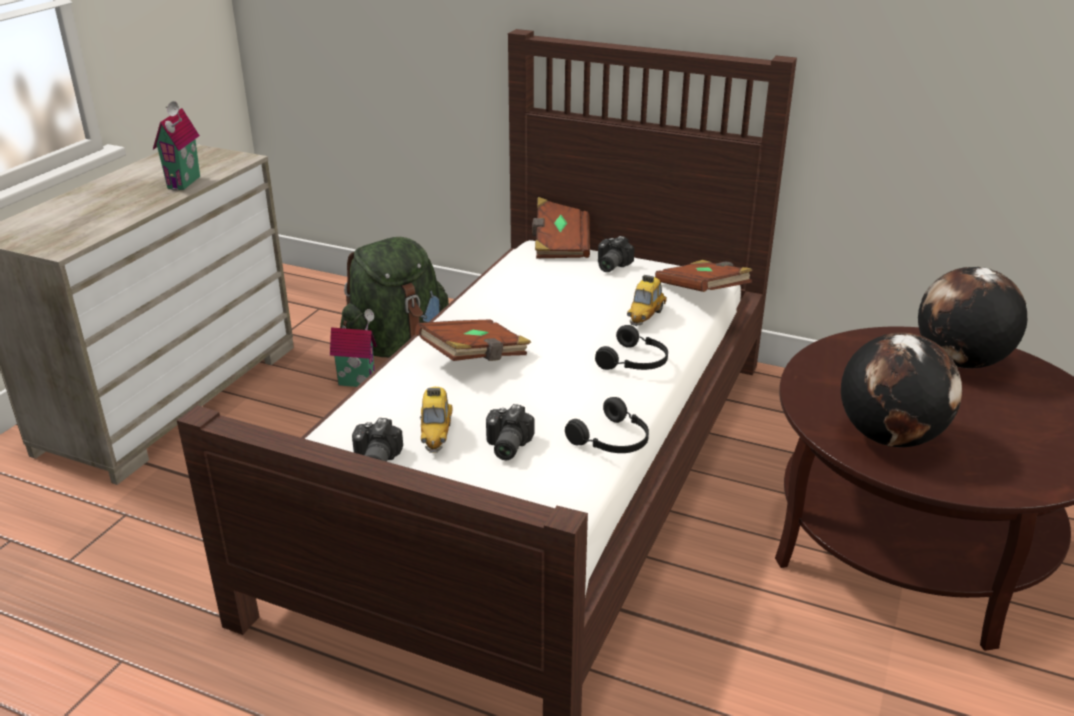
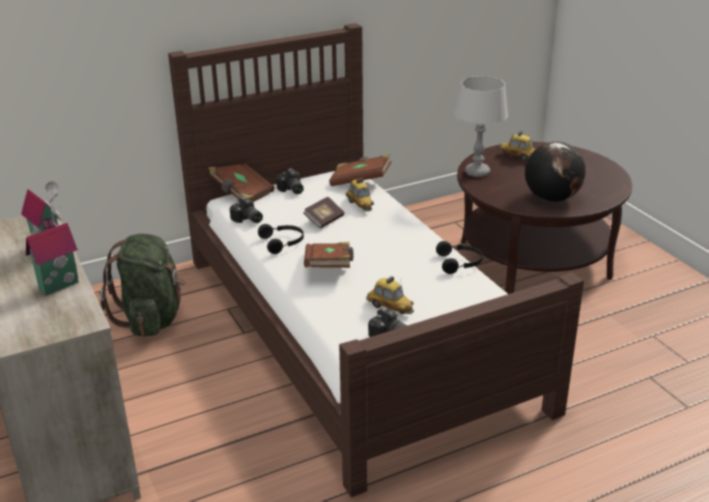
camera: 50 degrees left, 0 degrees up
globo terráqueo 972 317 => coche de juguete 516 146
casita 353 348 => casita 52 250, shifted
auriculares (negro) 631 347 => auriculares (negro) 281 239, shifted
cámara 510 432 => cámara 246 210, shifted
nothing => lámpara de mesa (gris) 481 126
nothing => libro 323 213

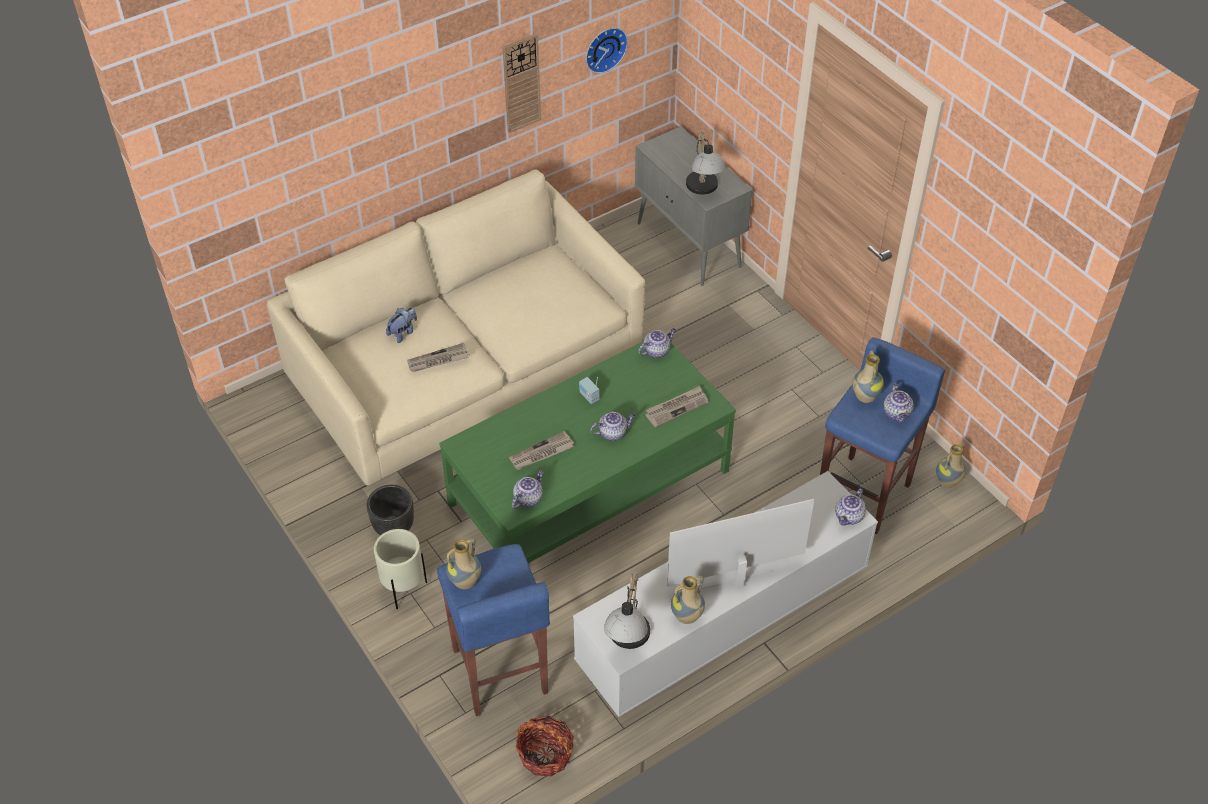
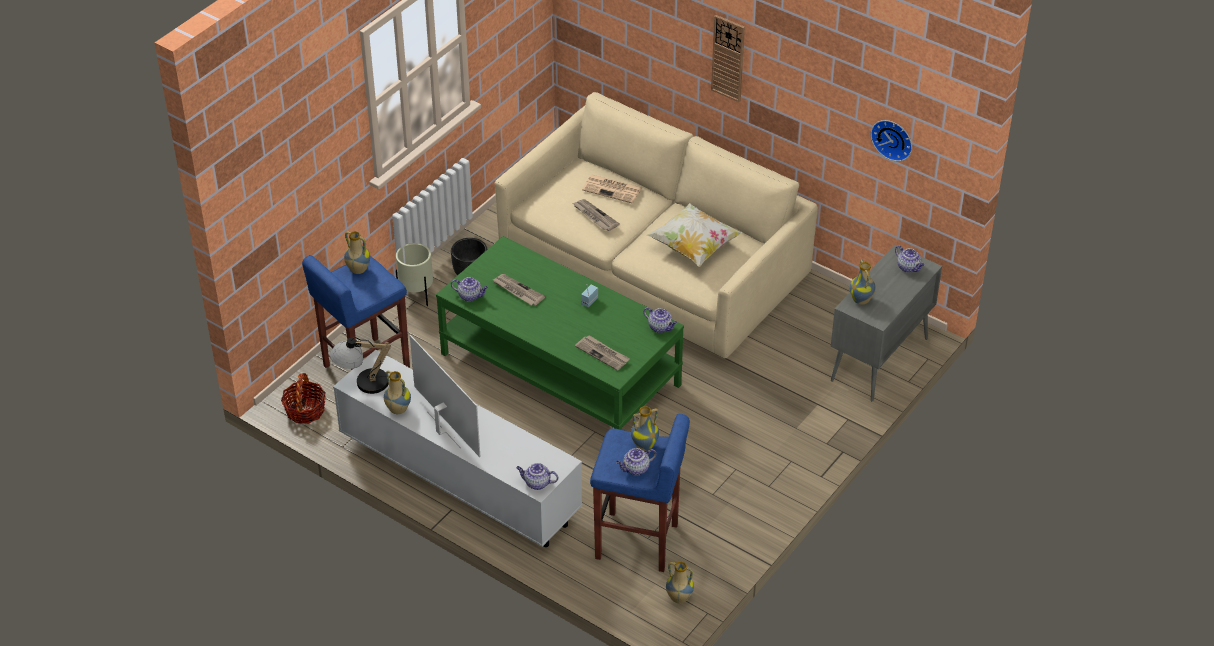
camera: 70 degrees right, 5 degrees down
reloj de pared 522 83 => reloj de pared 728 58, shifted
lámpara de mesa 706 163 => florero 863 282
peluche 401 325 => periódico 612 189
tetera 612 426 => tetera 910 259, shifted
nothing => cojín 695 235

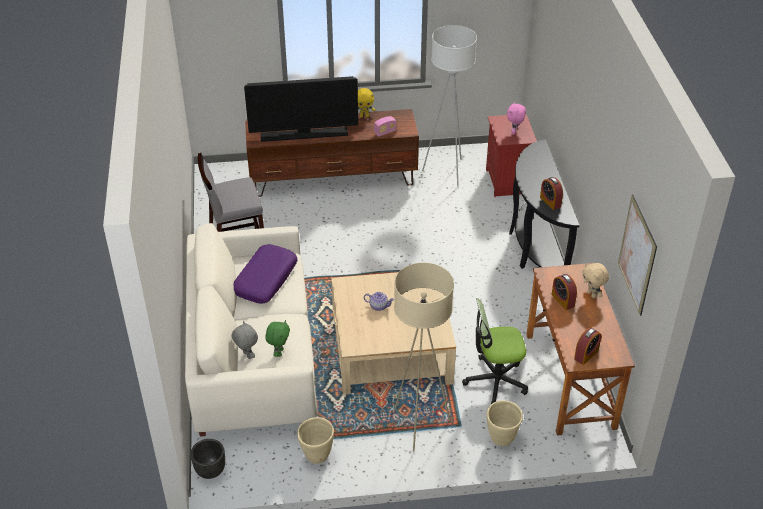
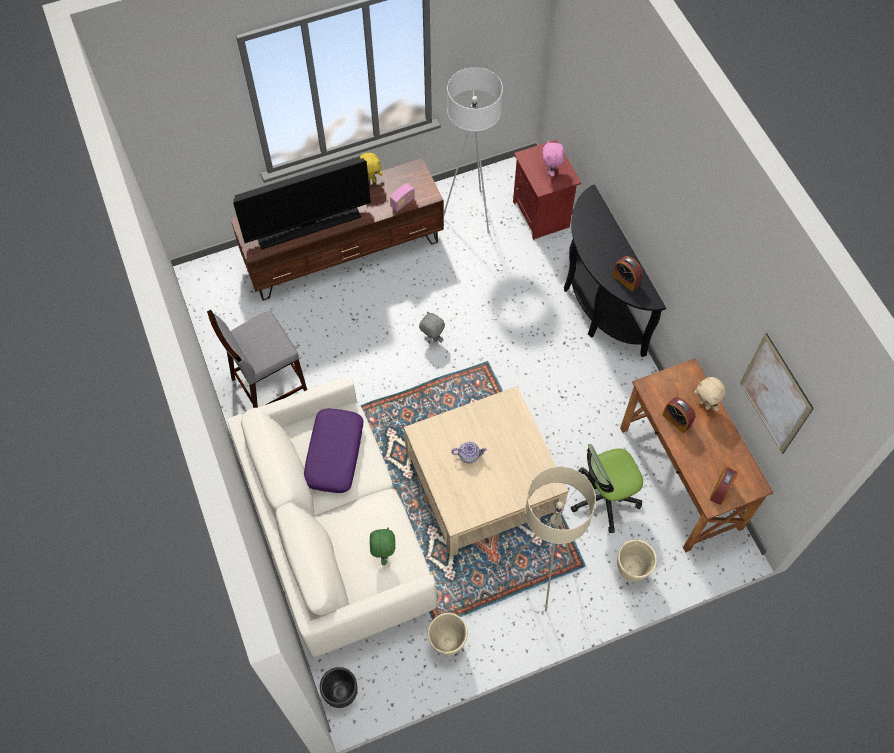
camera: 15 degrees left, 20 degrees up
peluche (gris) 244 340 => peluche (gris) 432 327, shifted

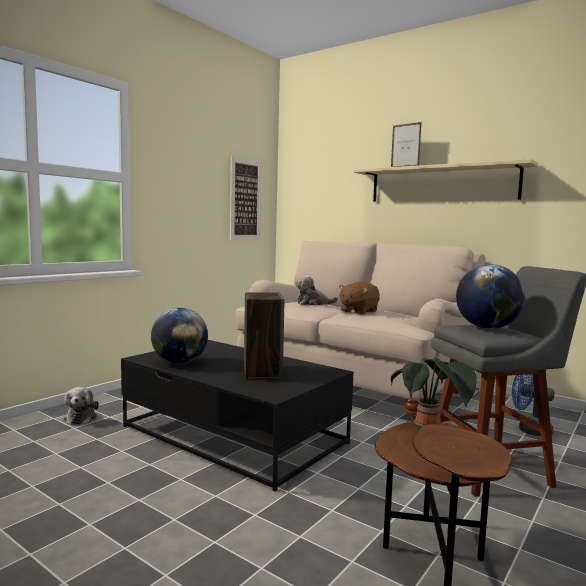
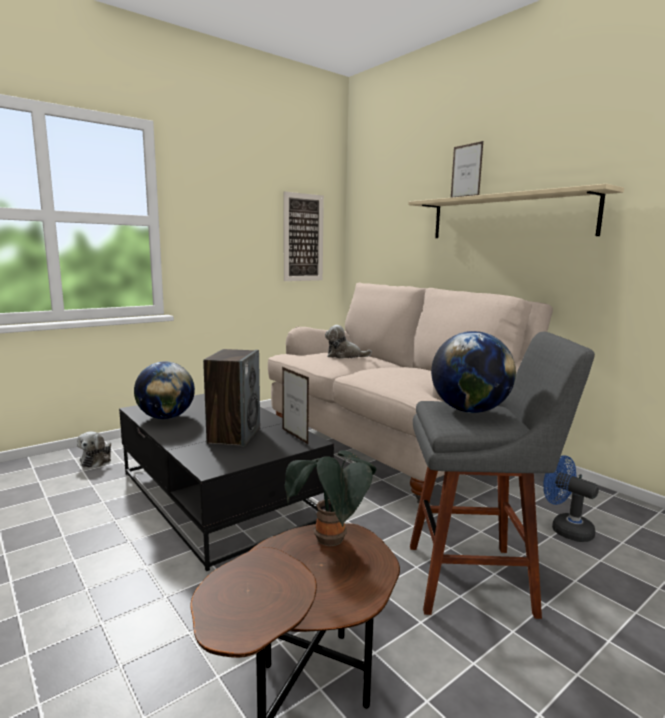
camera: 15 degrees right, 5 degrees up
peluche (marrón) 359 298 => nothing
nothing => portarretratos 295 405

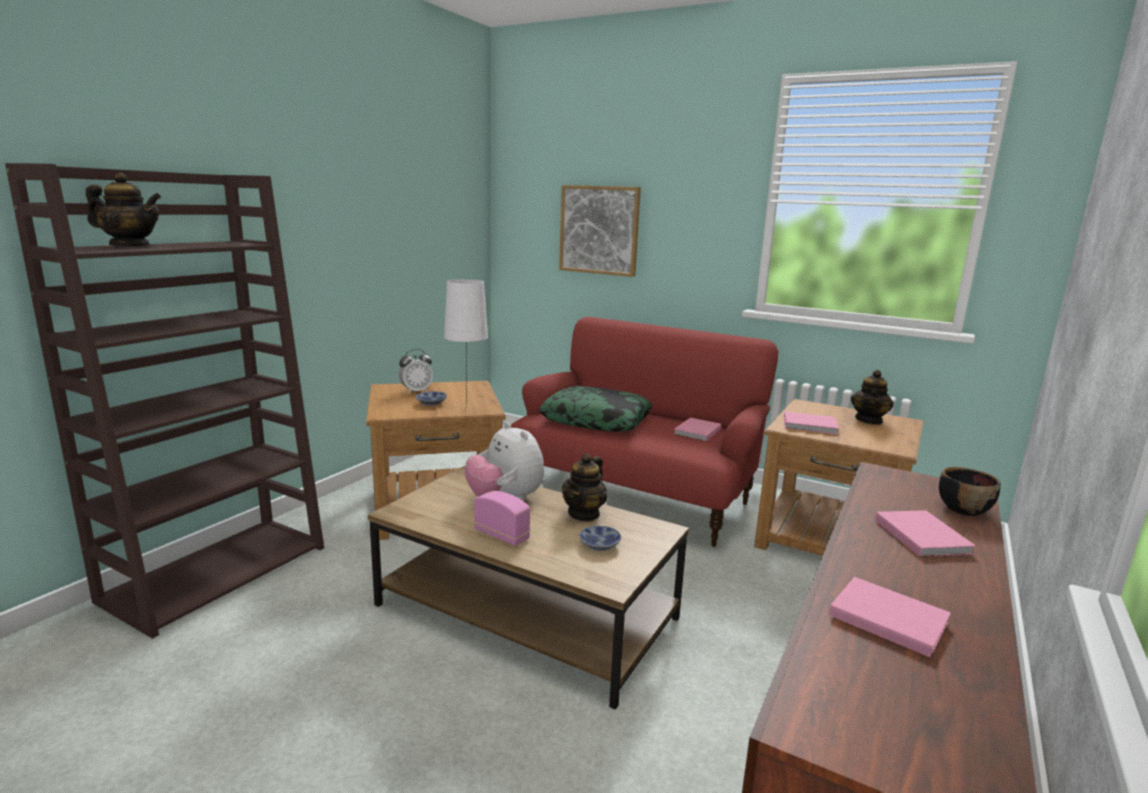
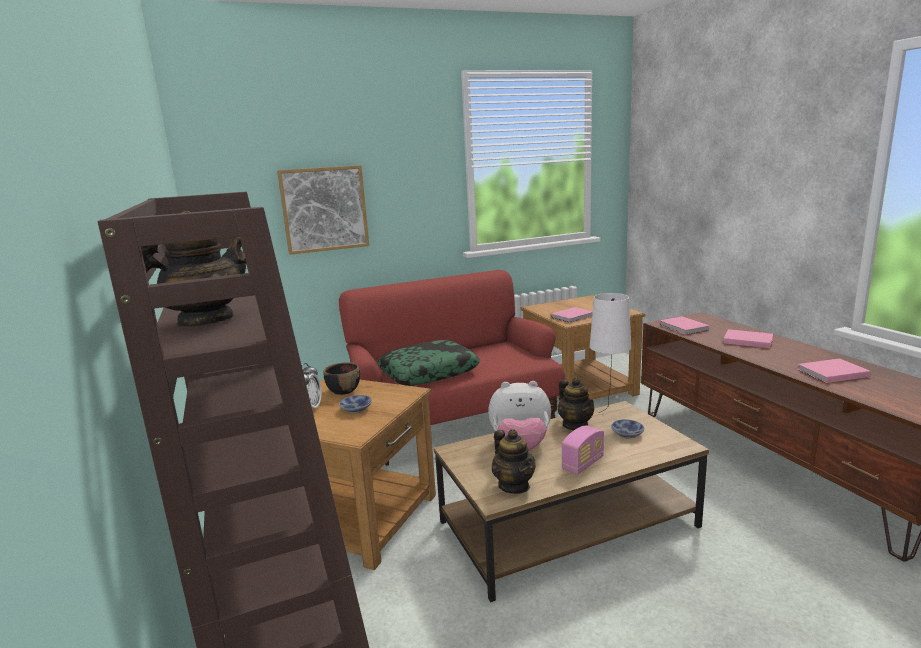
camera: 50 degrees left, 0 degrees up
lámpara de mesa (blanco) 466 344 => lámpara de mesa (blanco) 610 353, shifted
tetera 872 397 => tetera 513 461, shifted
libro (rosa) 697 429 => libro (rosa) 684 325, shifted
cuenco (negro) 970 491 => cuenco (negro) 341 378, shifted
radio 502 518 => radio 582 450, 150 degrees clockwise

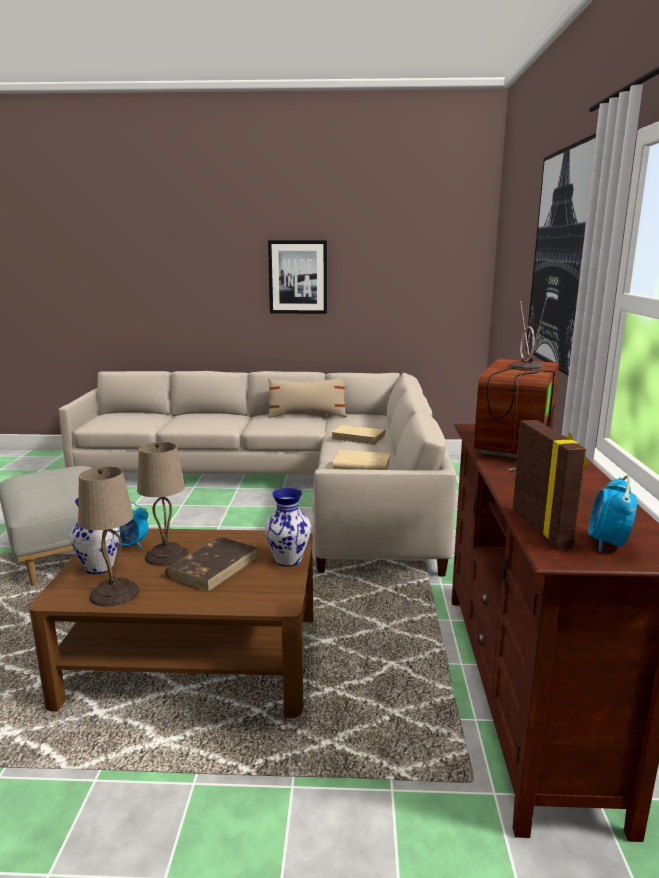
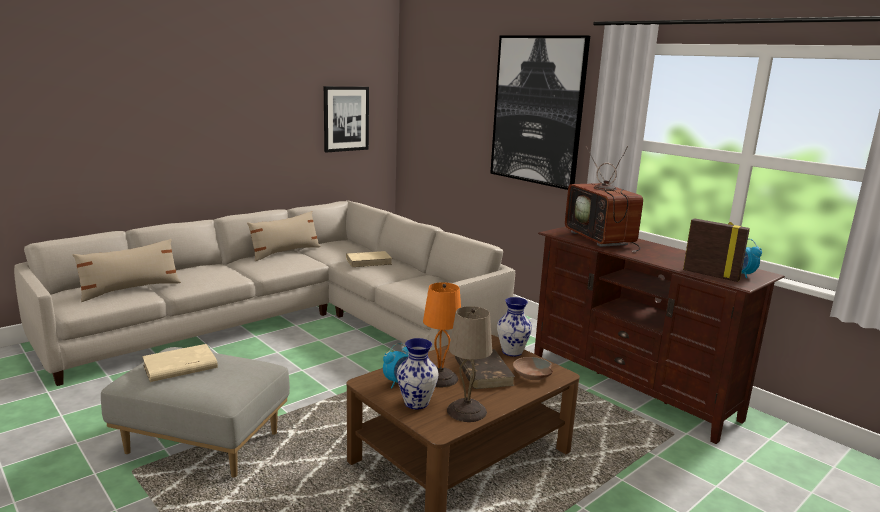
camera: 45 degrees left, 0 degrees up
cuadro 297 277 => cuadro 346 119, shifted
lámpara de mesa (beis) 163 504 => lámpara de mesa (naranja) 442 334
libro (beis) 361 460 => libro (beis) 180 363, shifted
nothing => cojín (beis) 127 270
nothing => cuenco (marrón) 533 368

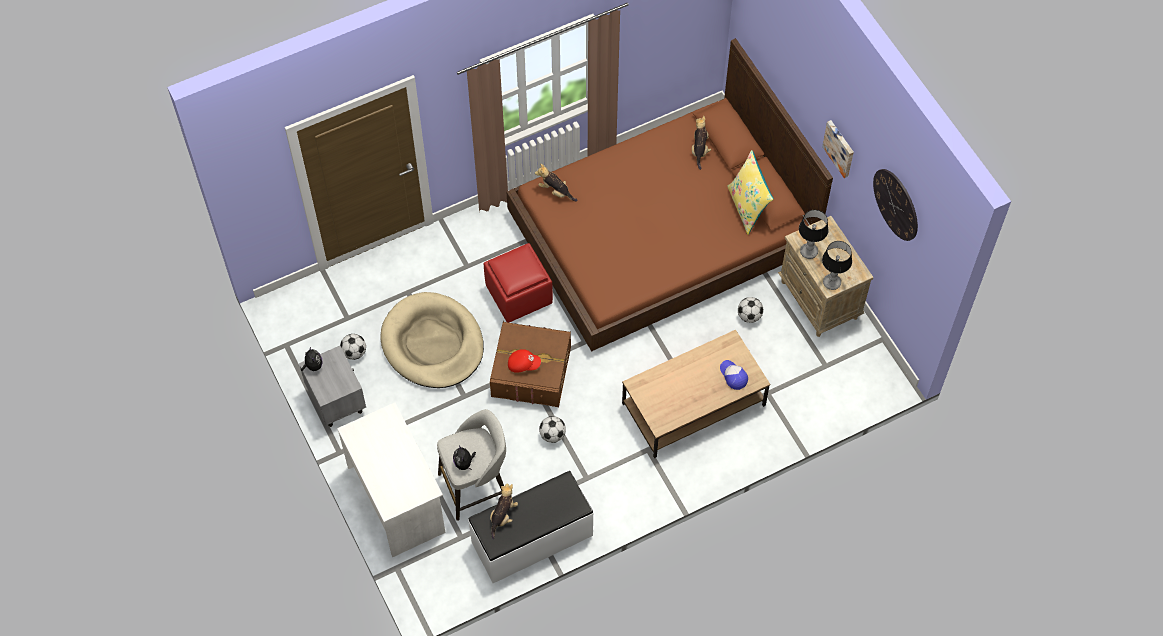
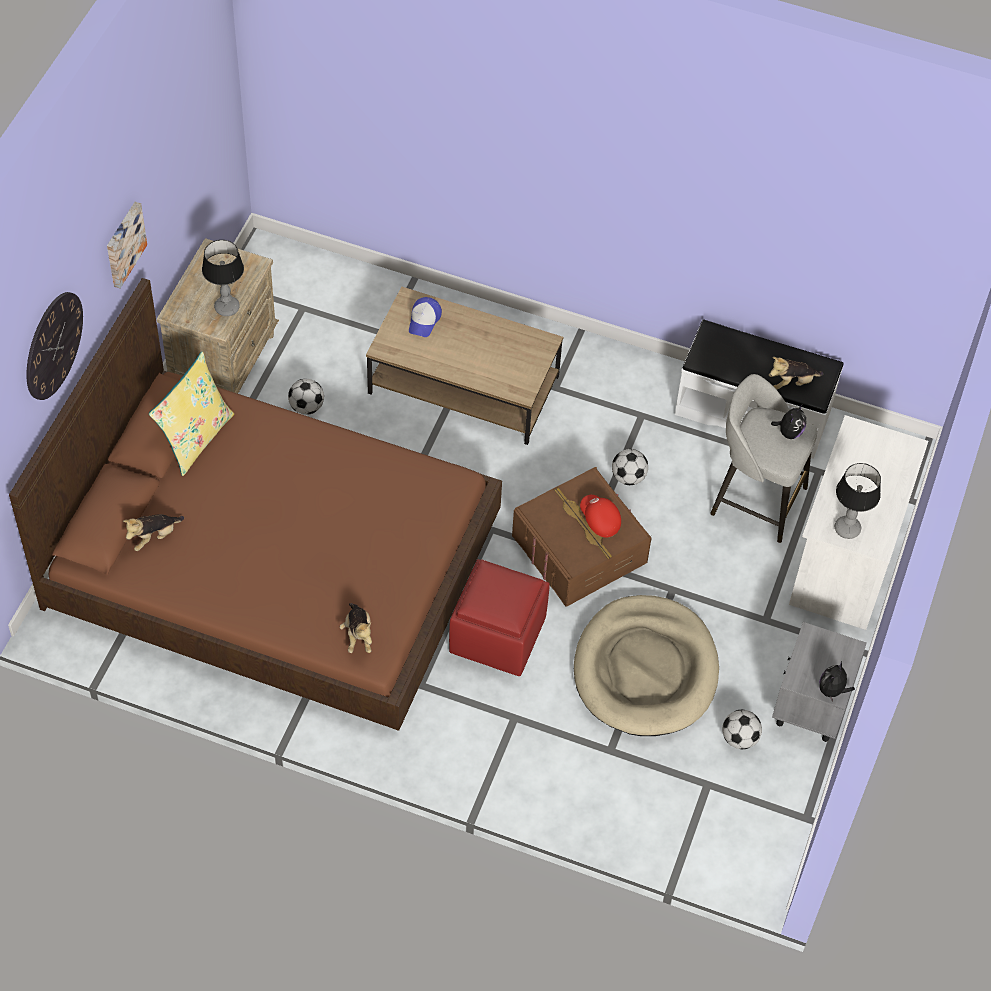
camera: 135 degrees left, 5 degrees down
reloj de pared 895 205 => reloj de pared 54 346, shifted
lámpara de mesa 837 265 => lámpara de mesa 858 501, shifted

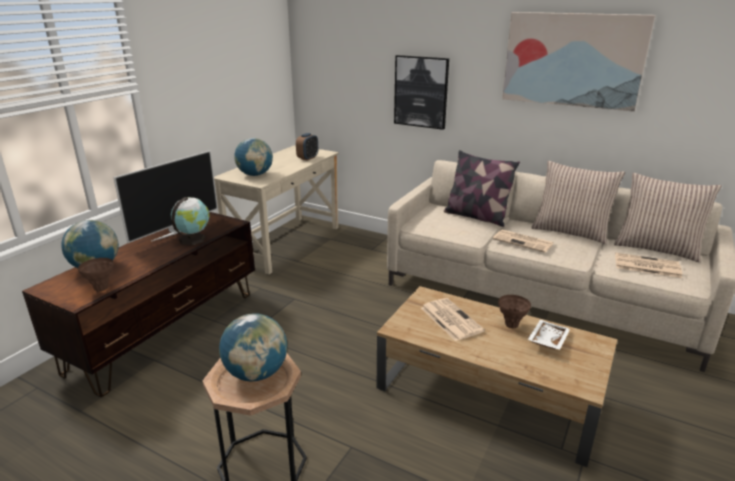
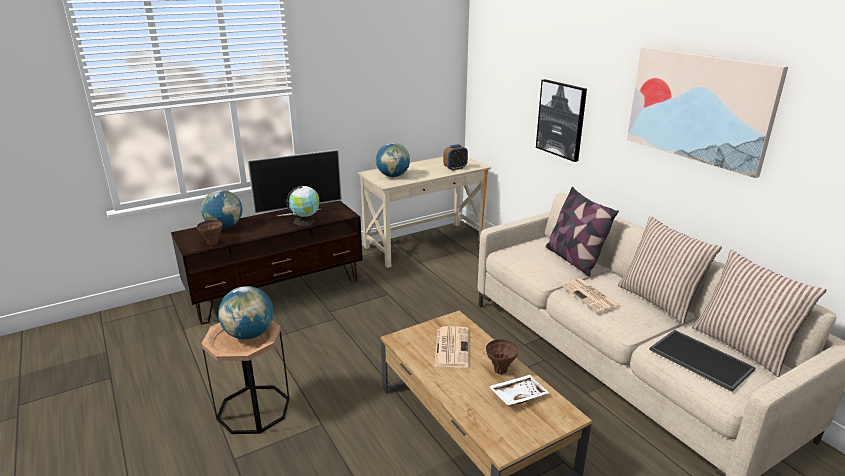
camera: 30 degrees right, 0 degrees up
periódico 648 265 => bandeja 702 360

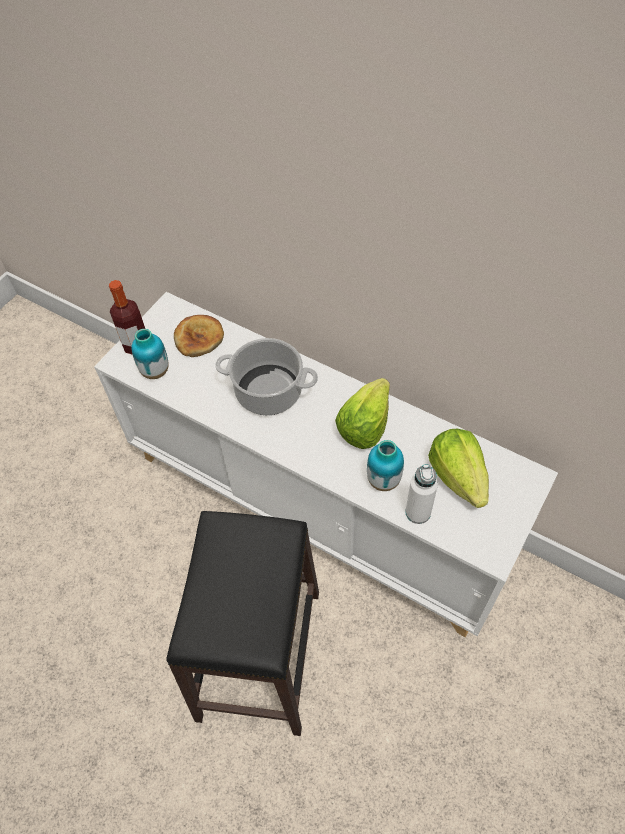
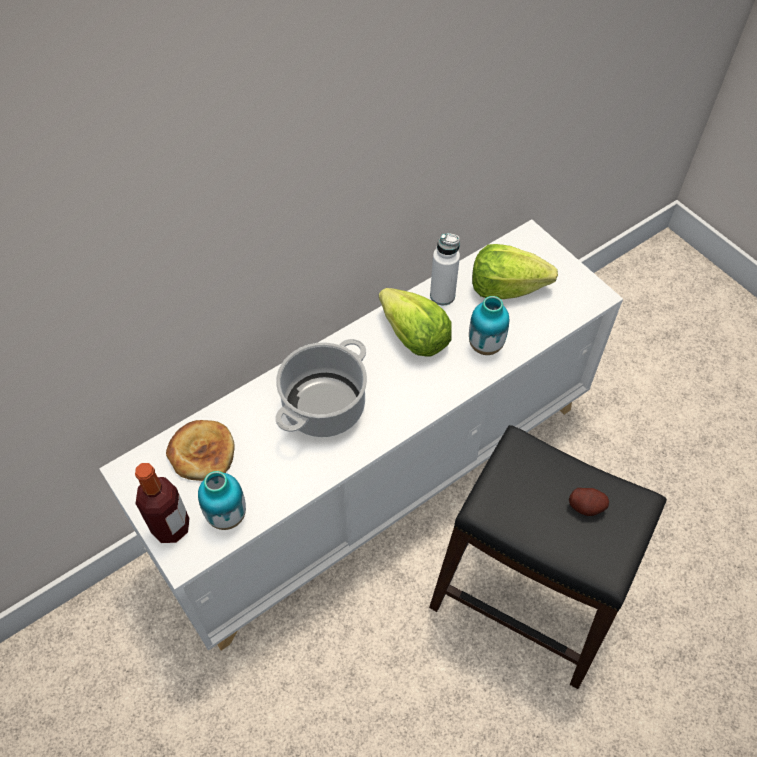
camera: 70 degrees left, 0 degrees up
botella (blanco) 421 494 => botella (blanco) 445 269, shifted
nothing => patata 589 502

